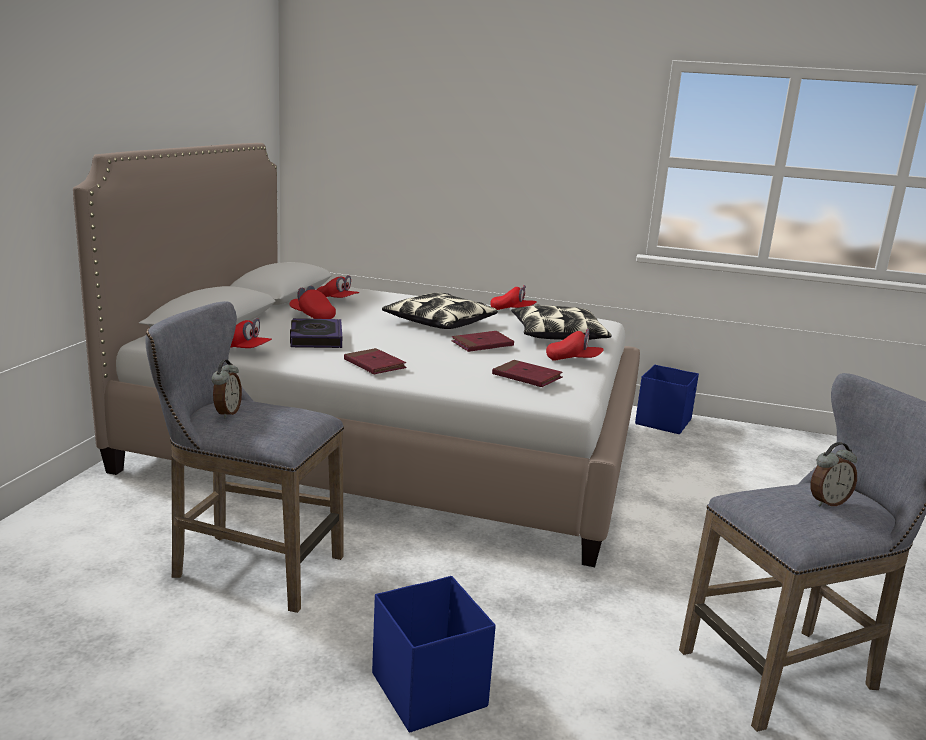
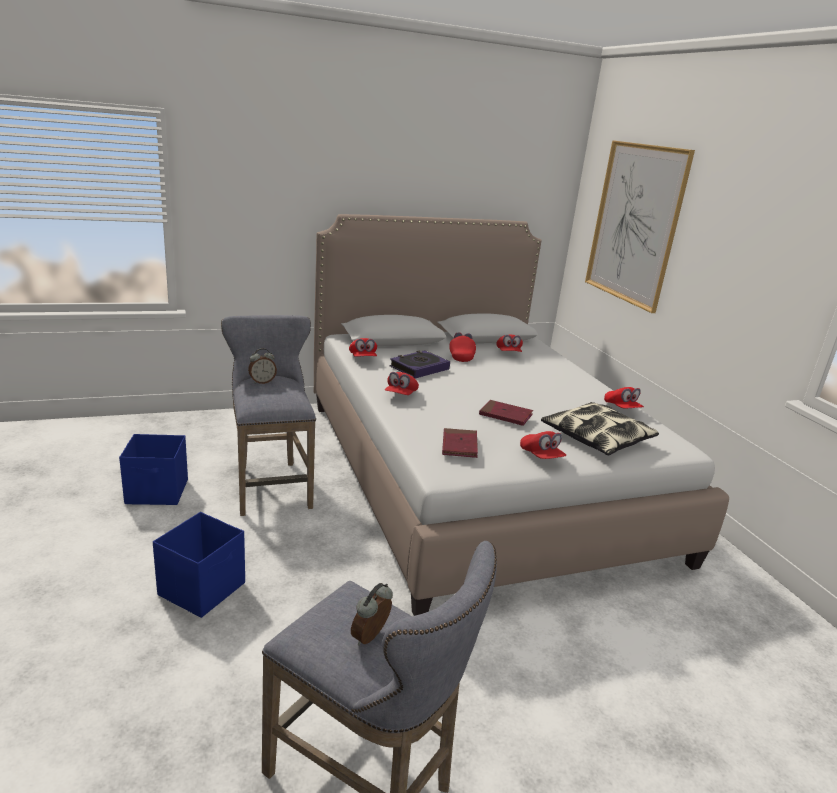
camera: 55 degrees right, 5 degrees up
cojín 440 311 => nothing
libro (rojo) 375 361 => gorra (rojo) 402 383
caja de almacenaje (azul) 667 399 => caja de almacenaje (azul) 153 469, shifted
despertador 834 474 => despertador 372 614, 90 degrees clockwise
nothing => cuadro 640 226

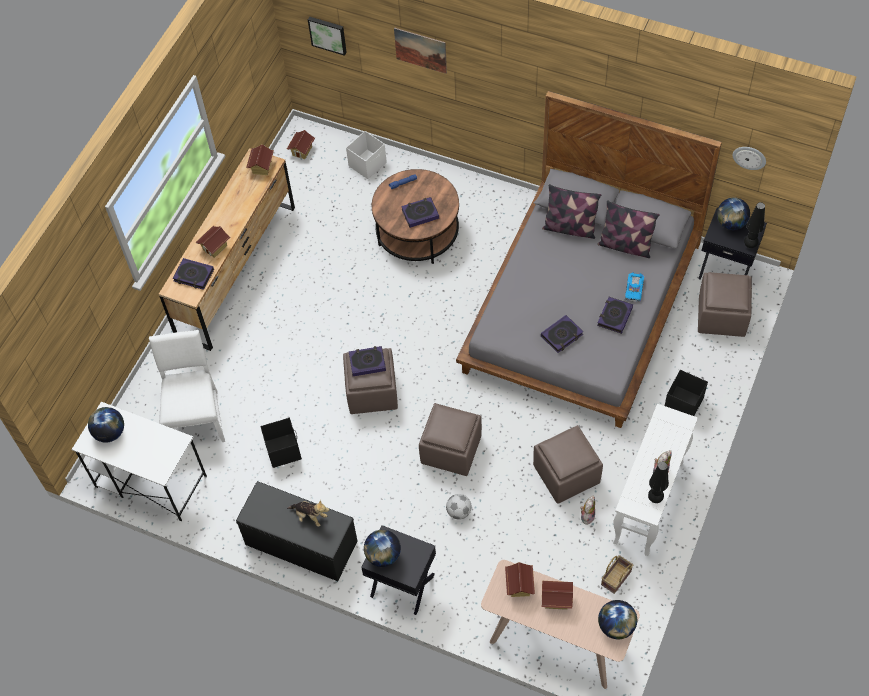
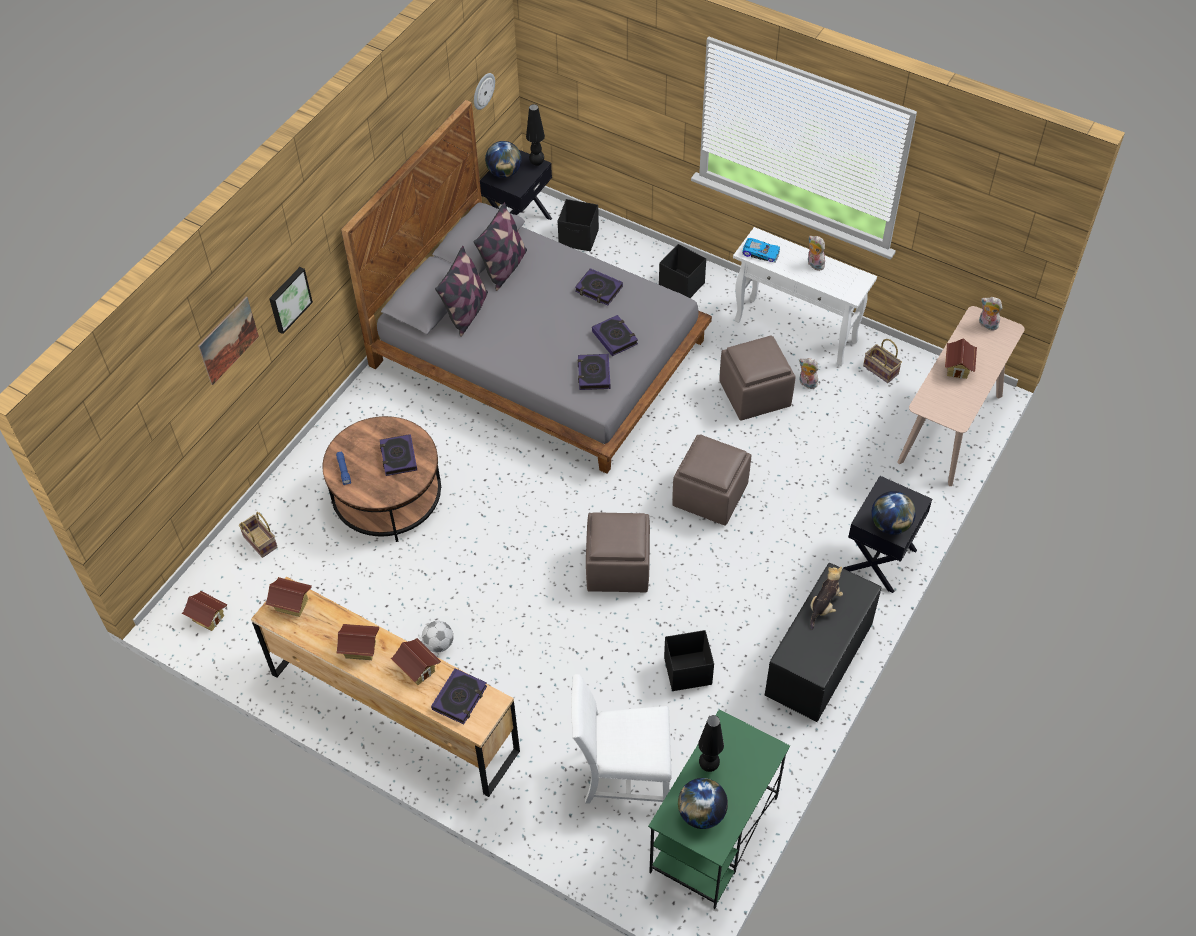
camera: 85 degrees left, 5 degrees down
cuadro 327 36 => cuadro 291 300, shifted
caja de almacenaje (blanco) 366 155 => cesta 258 535
coche de juguete 634 287 => coche de juguete 761 250, shifted
puf (marrón) 725 304 => caja de almacenaje (negro) 578 225
libro 367 361 => libro 594 372, shifted
escritorio (blanco) 139 461 => escritorio (verde) 719 809
lámpara de mesa (negro) 658 482 => lámpara de mesa (negro) 711 743, shifted
balón de fútbol 459 507 => balón de fútbol 437 636, shifted
casita 520 579 => casita 357 642, shifted
globo terráqueo 617 619 => peluche 990 314

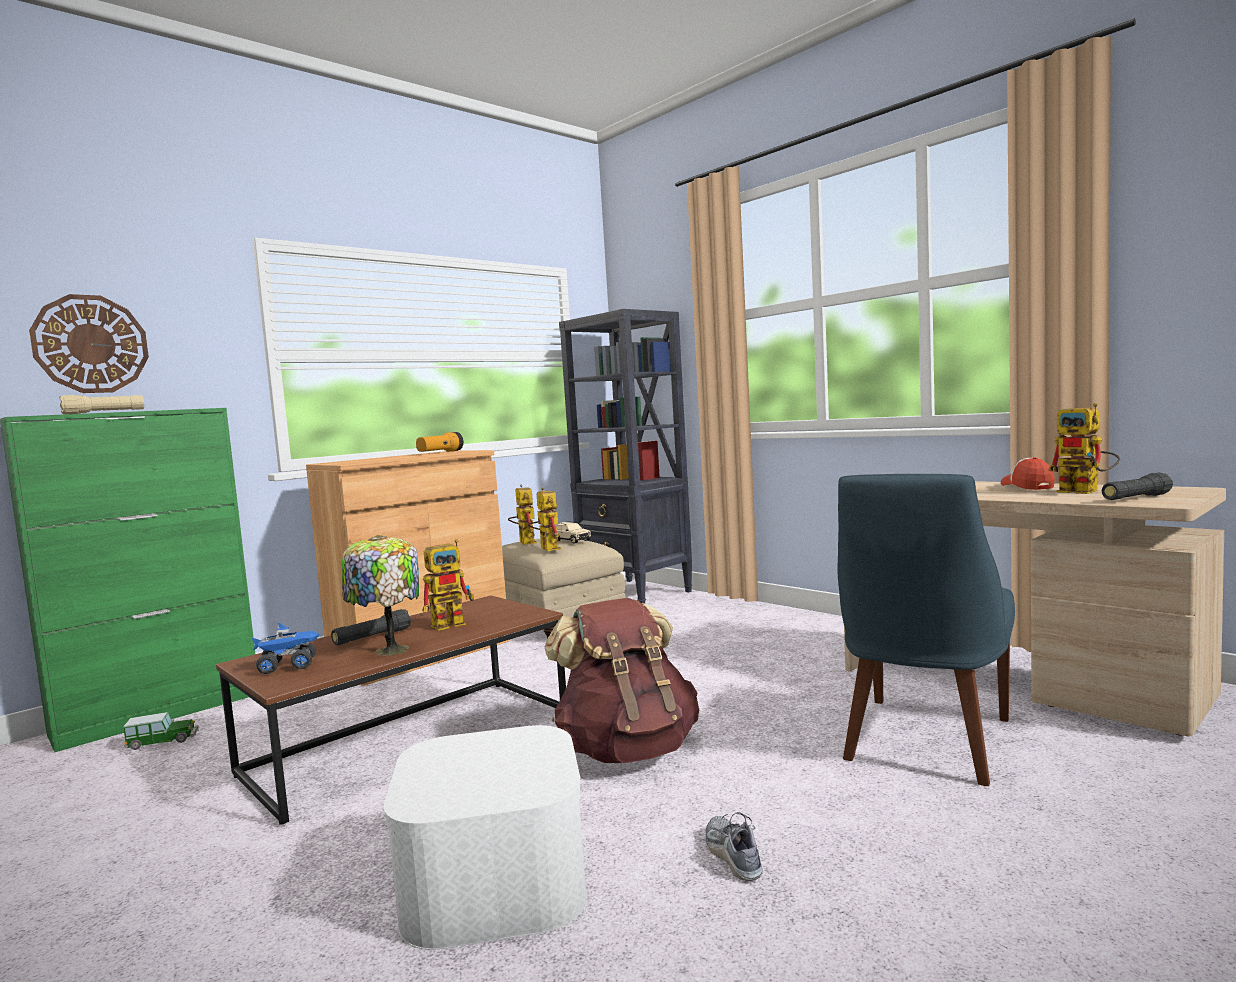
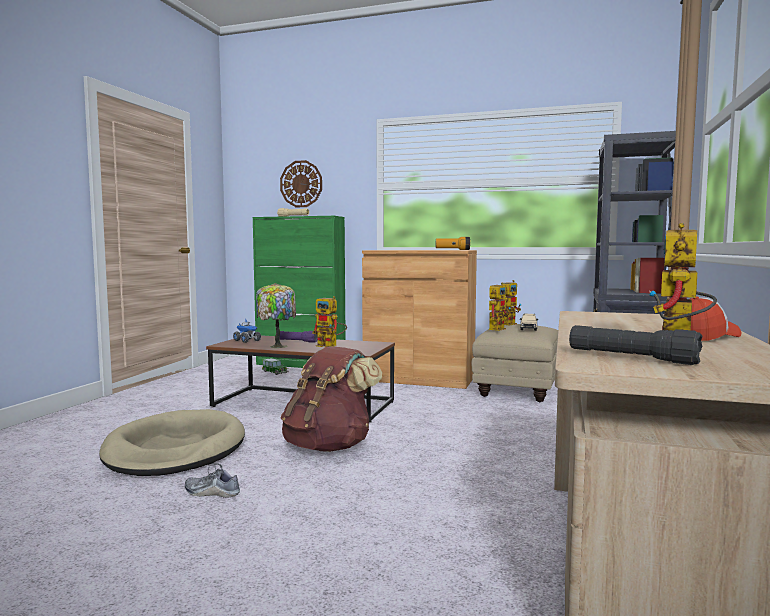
camera: 60 degrees right, 0 degrees up
silla (azul) 926 630 => nothing
linterna (negro) 371 627 => linterna (morado) 298 337
caja de almacenaje (blanco) 485 837 => cama para perro (beis) 172 442
zapato 734 846 => zapato 212 480, 120 degrees counterclockwise

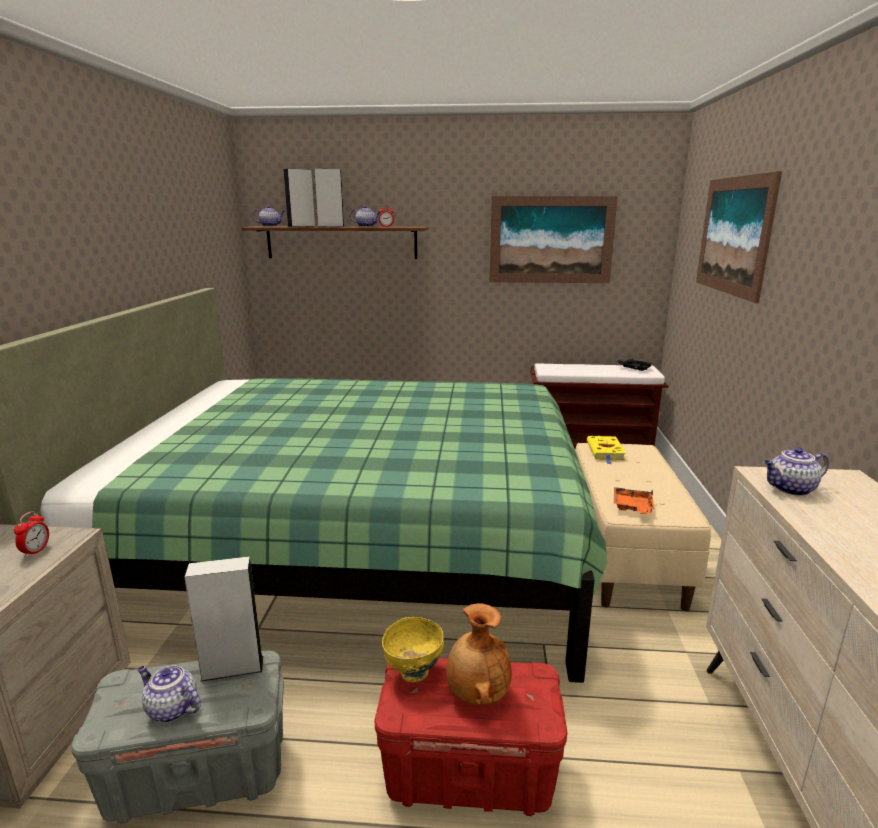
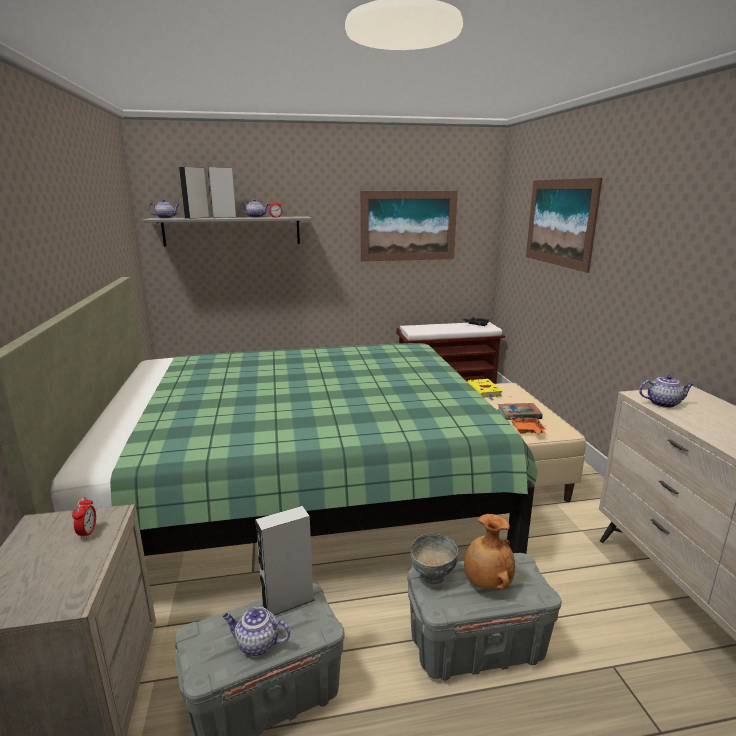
camera: 15 degrees left, 0 degrees up
estante (marrón) 335 242 => estante (gris) 226 231
tetera 796 471 => tetera 666 391, 150 degrees counterclockwise
cuenco (amarillo) 413 649 => cuenco (gris) 434 559
caja de almacenaje (rojo) 471 737 => caja de almacenaje (gris) 484 617
nothing => libro 520 411

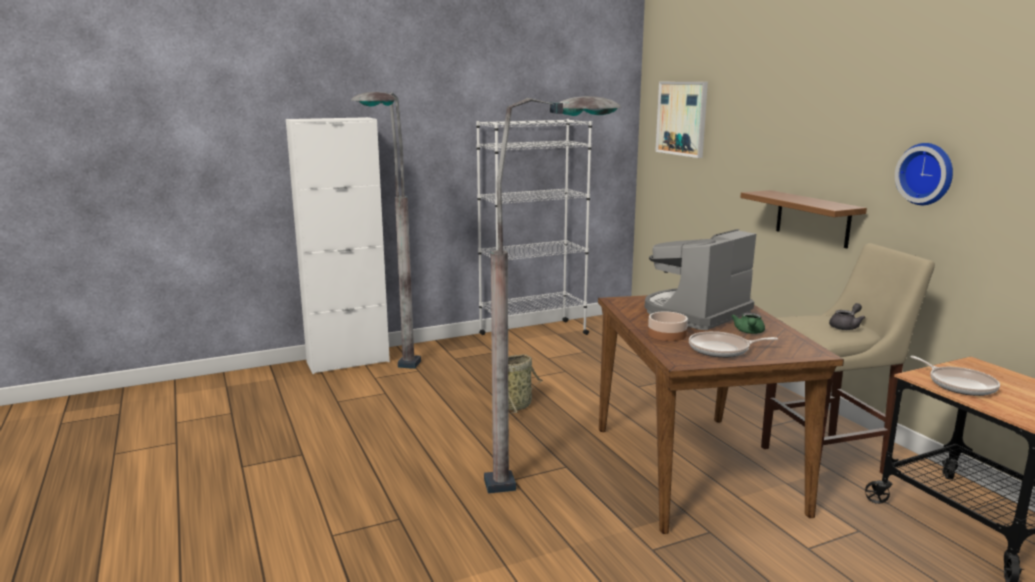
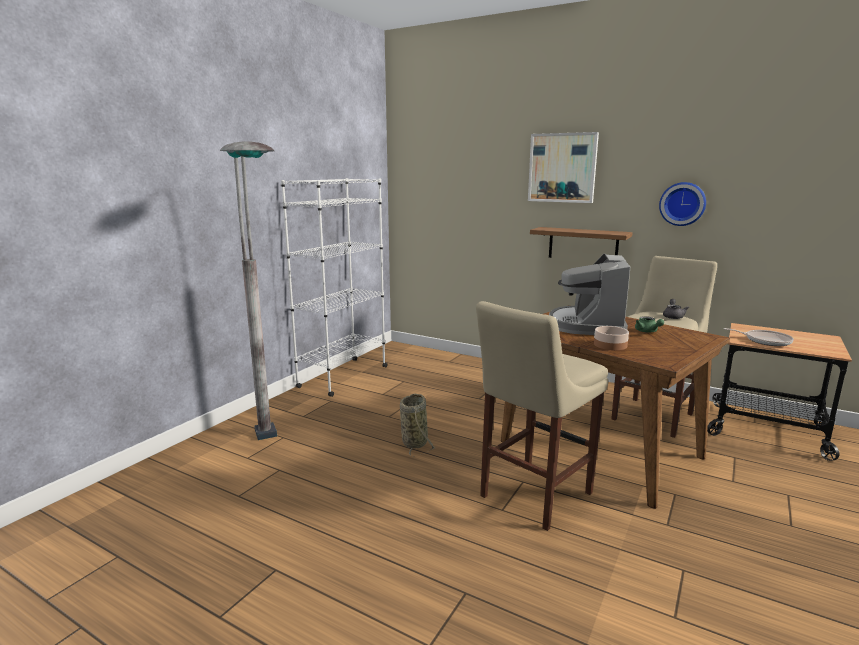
camera: 35 degrees left, 0 degrees up
cuadro 681 120 => cuadro 563 167, shifted
lámpara de pie (gris) 552 295 => taburete (beis) 542 416
armario (blanco) 338 245 => nothing
sartén 733 344 => nothing

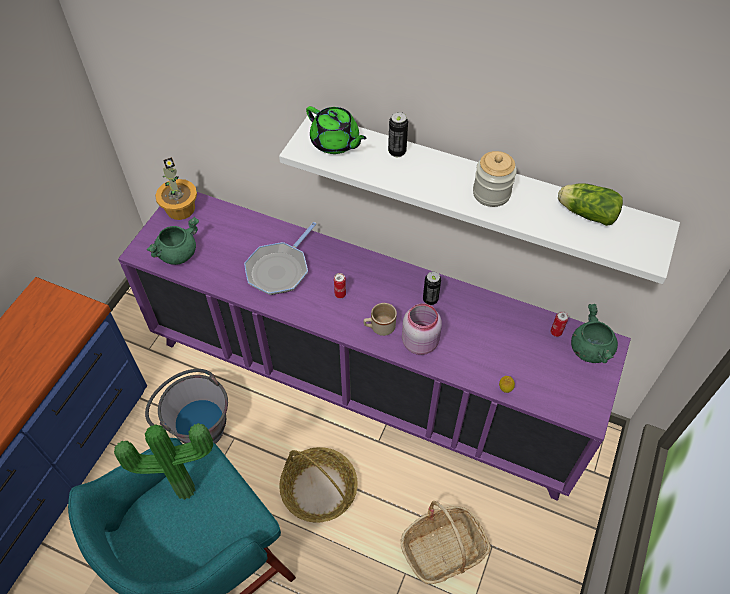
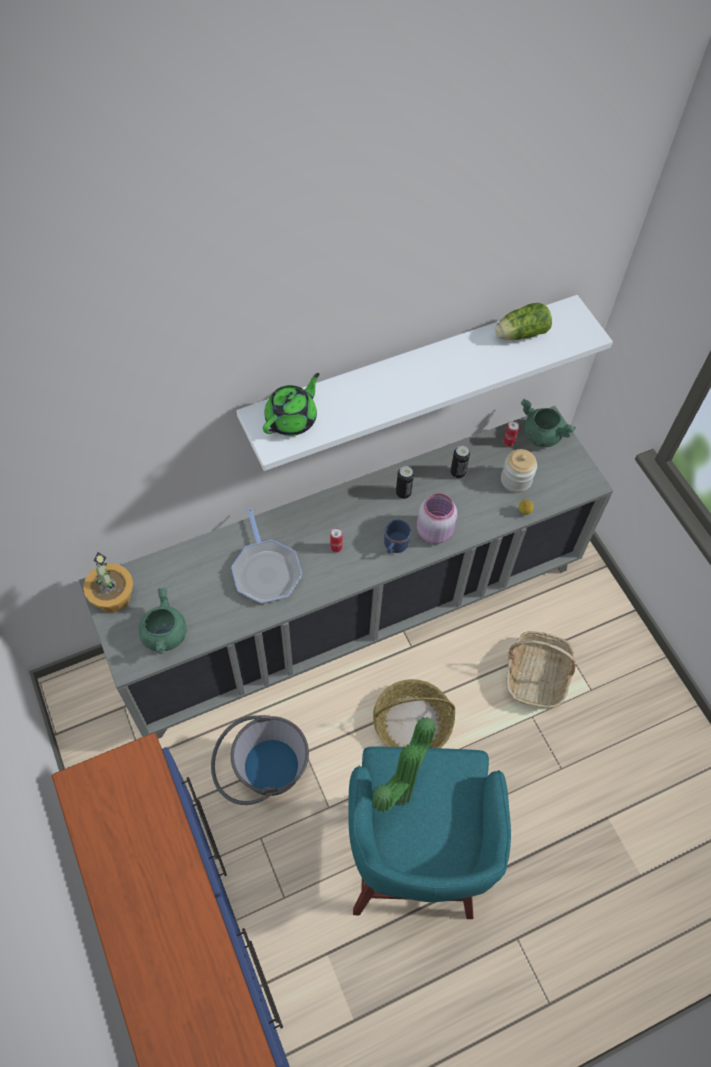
camera: 50 degrees left, 5 degrees up
tetera (verde) 336 130 => tetera (verde) 291 404, 45 degrees counterclockwise
lata 398 134 => lata 460 462, shifted
tarro 495 179 => tarro 519 471, shifted
armario (morado) 374 346 => armario (gris) 346 572
taza grande (beis) 380 319 => taza grande (azul) 397 537

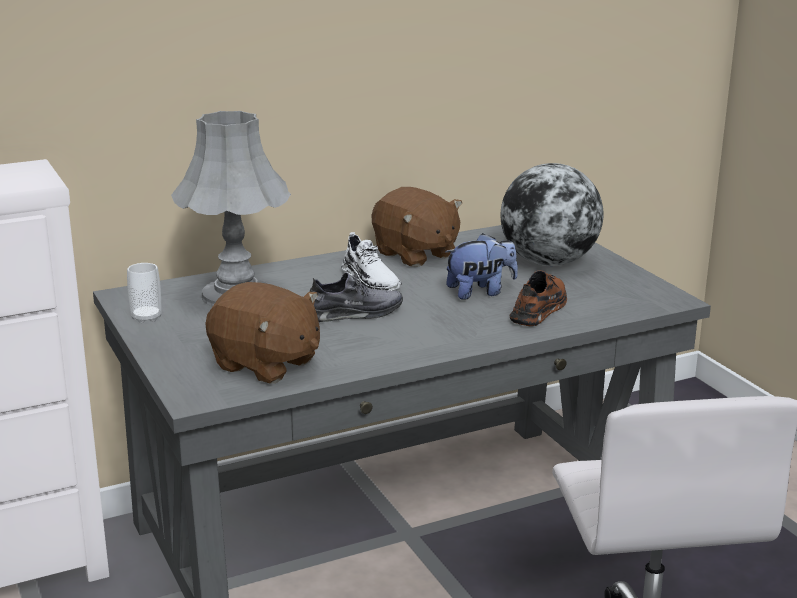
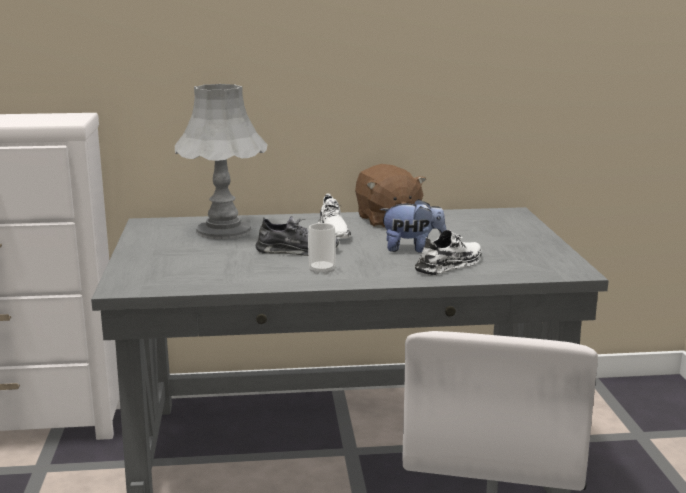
camera: 20 degrees right, 5 degrees down
globo terráqueo 552 214 => nothing
taza 144 293 => taza 322 249, shifted
zapato (marrón) 538 298 => zapato (blanco) 448 253
peluche (marrón) 263 332 => nothing

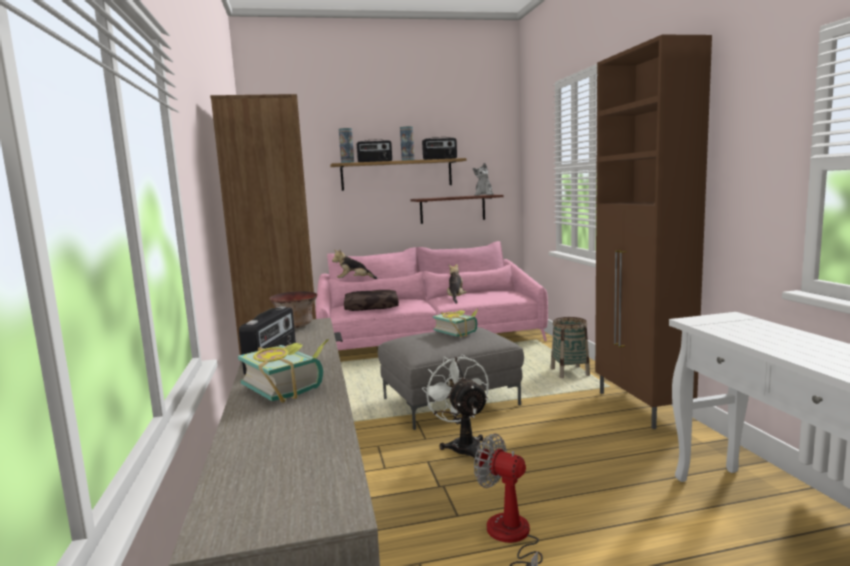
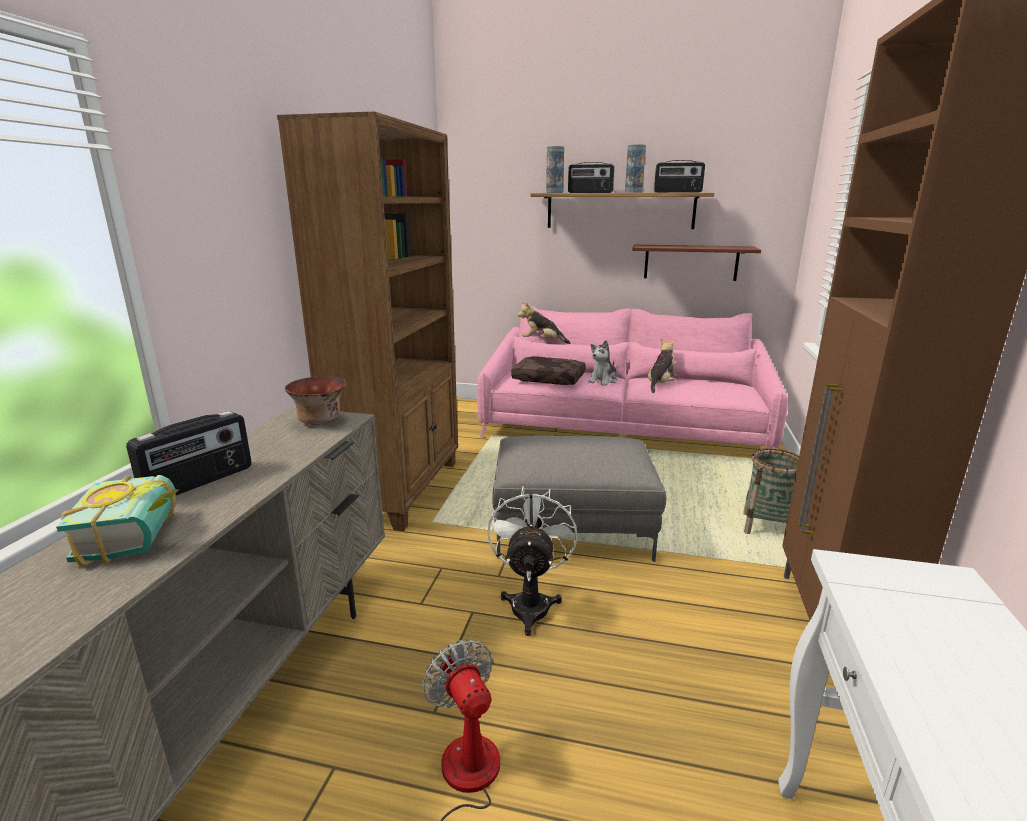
camera: 25 degrees right, 10 degrees up
peluche 483 179 => peluche 602 363, shifted
libro 455 323 => nothing

